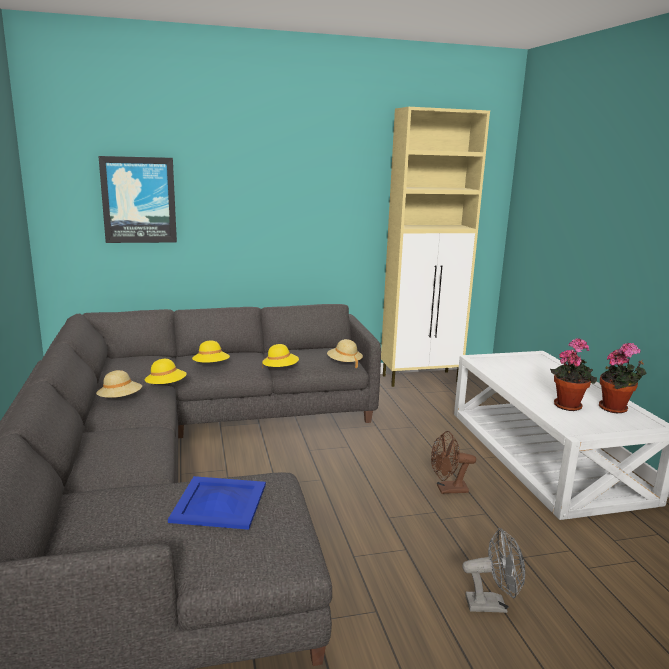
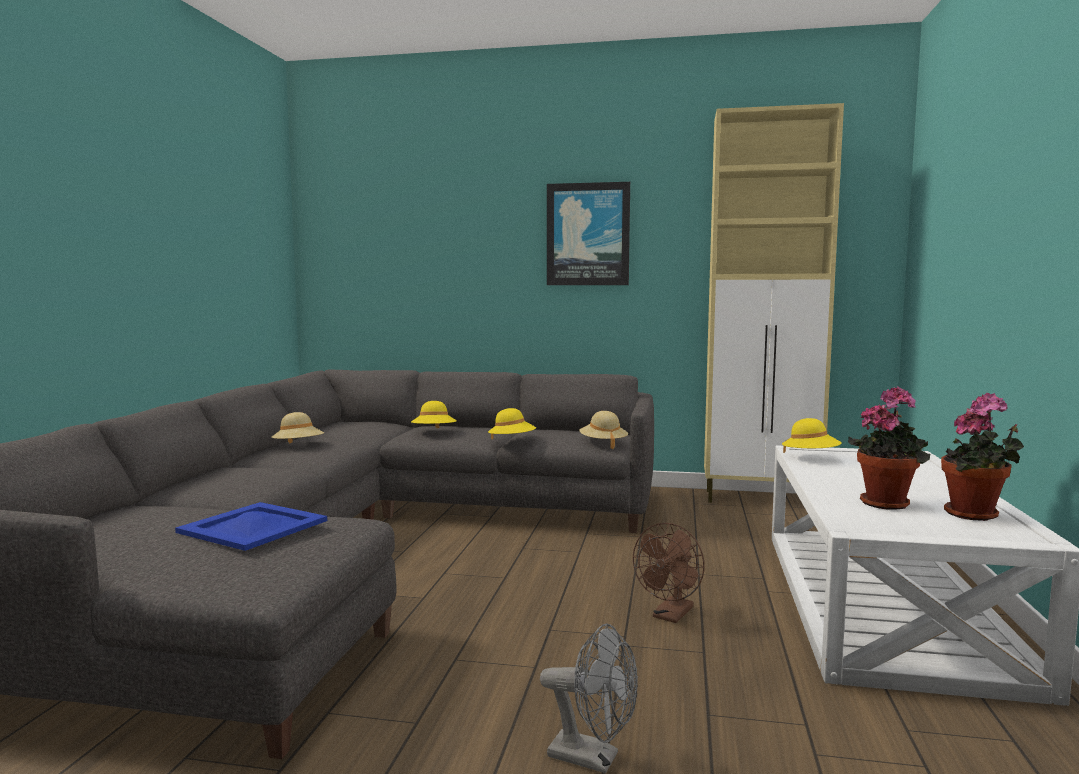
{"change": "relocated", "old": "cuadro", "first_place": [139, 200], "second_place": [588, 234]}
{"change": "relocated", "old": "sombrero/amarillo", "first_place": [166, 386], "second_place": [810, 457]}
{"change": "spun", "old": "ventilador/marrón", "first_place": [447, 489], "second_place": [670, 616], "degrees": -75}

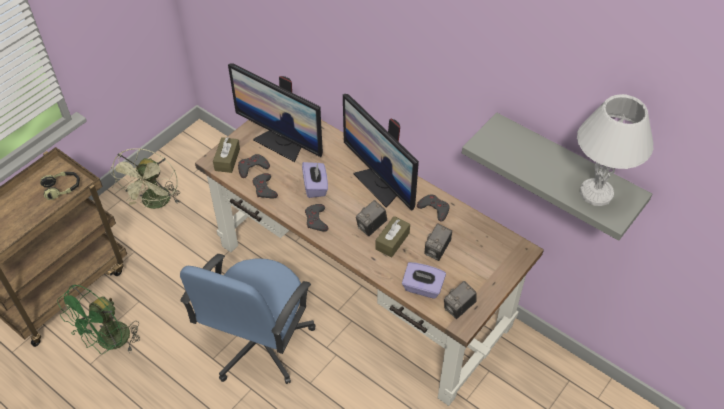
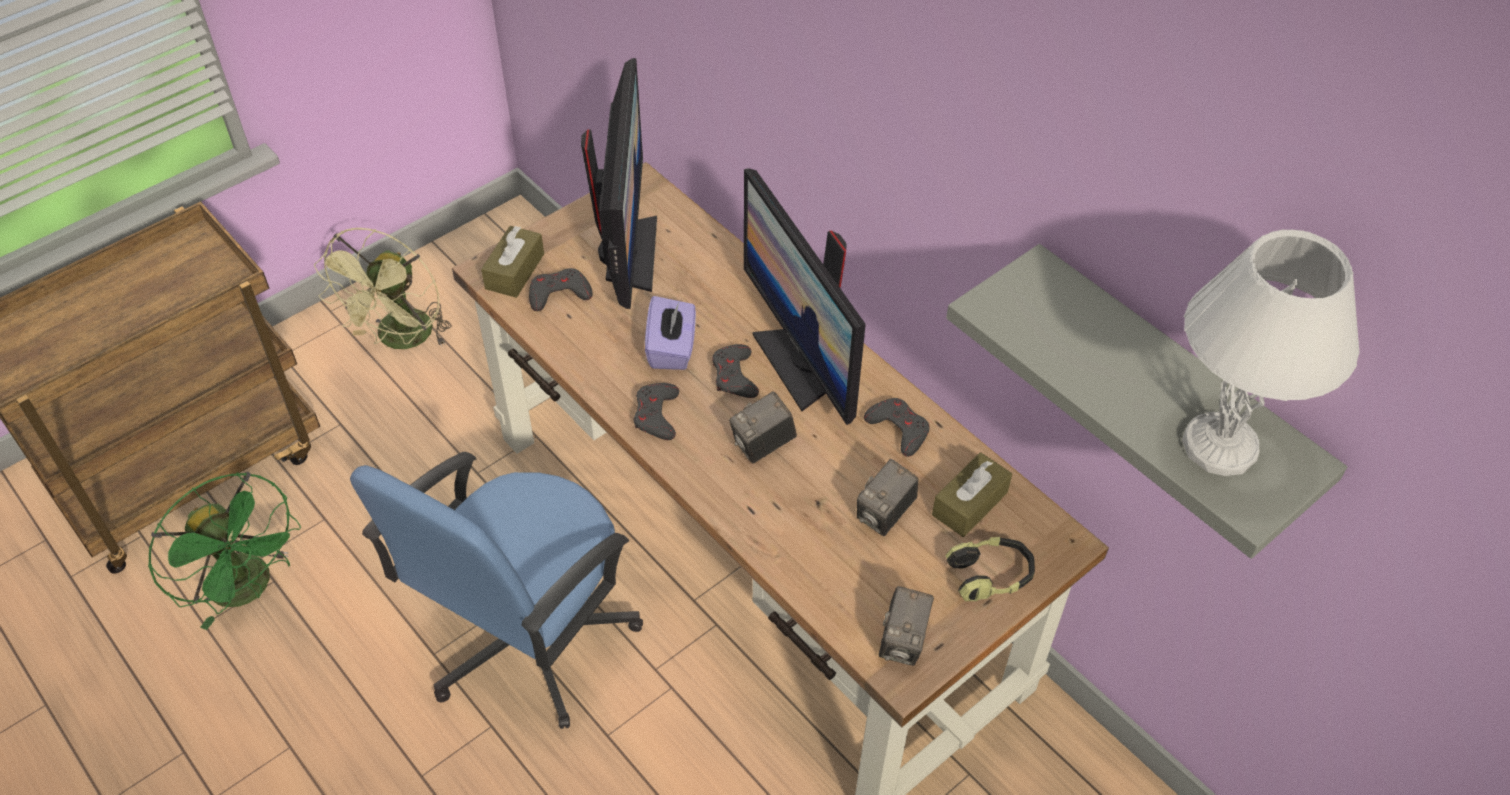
{"change": "missing", "old": "caja de pañuelos/morado", "first_place": [422, 288]}
{"change": "relocated", "old": "auriculares", "first_place": [62, 188], "second_place": [990, 576]}
{"change": "relocated", "old": "mando de consola/gris", "first_place": [264, 189], "second_place": [734, 376]}
{"change": "relocated", "old": "caja de pañuelos/marrón", "first_place": [392, 241], "second_place": [969, 503]}
{"change": "spun", "old": "ventilador/verde", "first_place": [109, 342], "second_place": [249, 589], "degrees": -90}
{"change": "spun", "old": "monitor", "first_place": [281, 143], "second_place": [627, 254], "degrees": -135}
{"change": "spun", "old": "cámara", "first_place": [459, 308], "second_place": [903, 642], "degrees": -45}

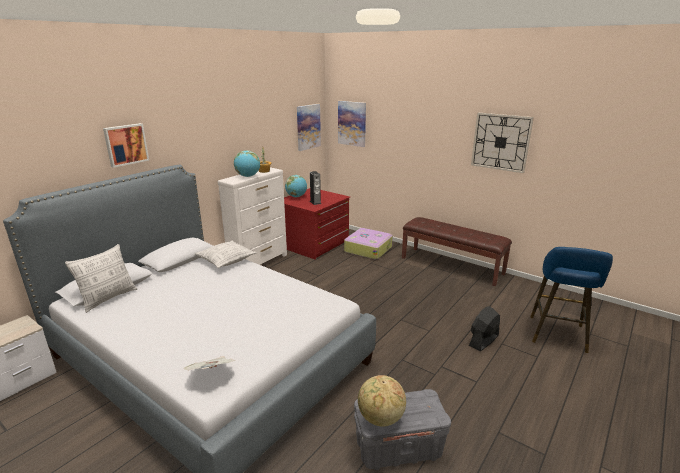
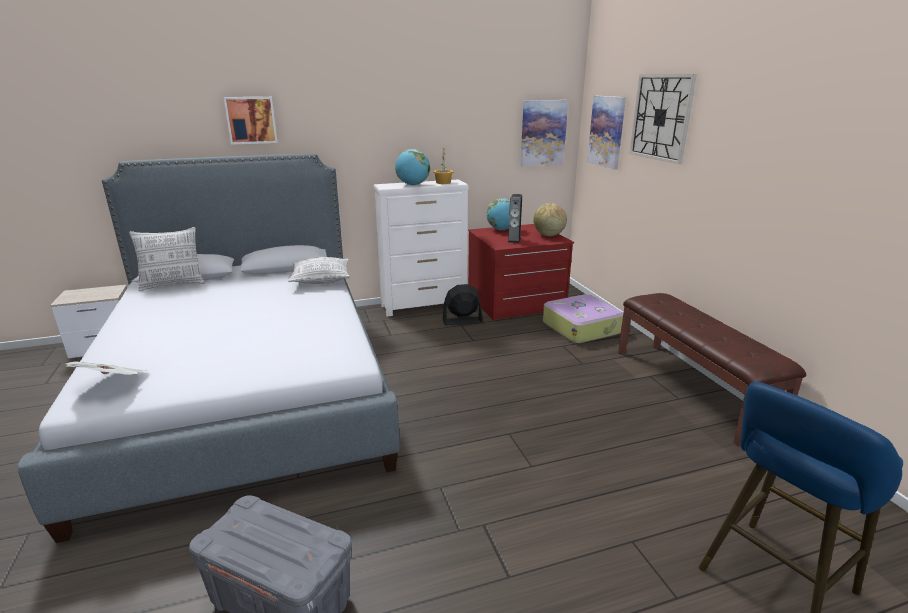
{"change": "relocated", "old": "globo terráqueo", "first_place": [380, 418], "second_place": [548, 235]}
{"change": "relocated", "old": "ventilador/negro", "first_place": [483, 341], "second_place": [462, 321]}
{"change": "relocated", "old": "reloj de pared", "first_place": [500, 142], "second_place": [661, 117]}

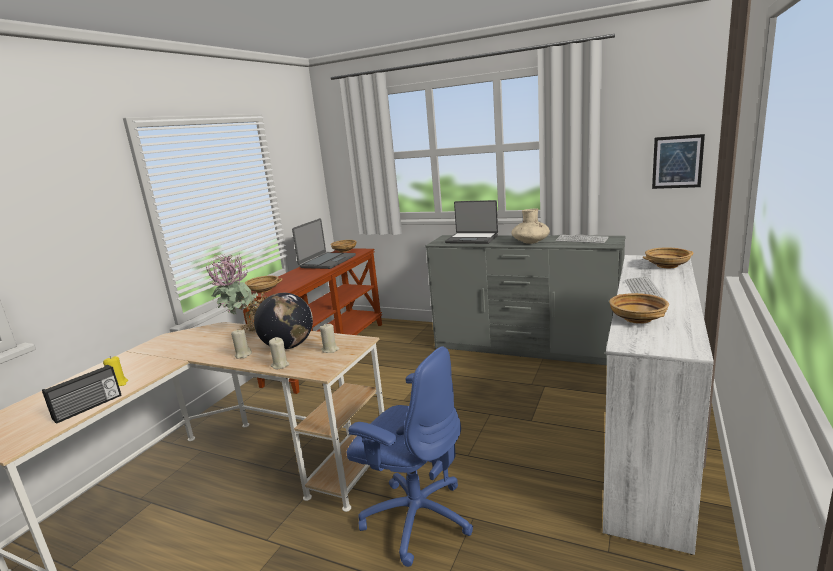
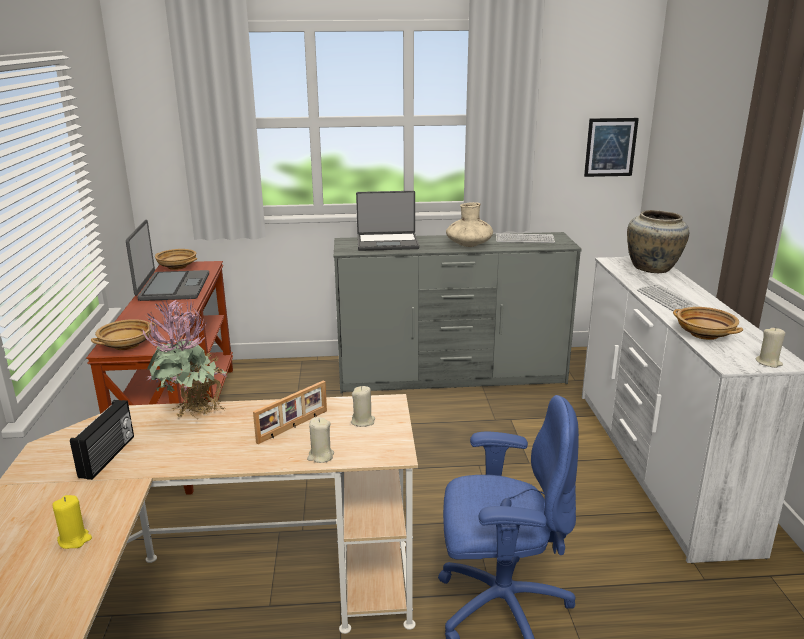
{"change": "relocated", "old": "radio", "first_place": [88, 407], "second_place": [108, 456]}
{"change": "relocated", "old": "vela/beis", "first_place": [243, 355], "second_place": [768, 362]}
{"change": "exchanged", "old": "globo terráqueo", "new": "portarretratos", "first_place": [288, 346], "second_place": [293, 427]}
{"change": "exchanged", "old": "cuenco/beis", "new": "florero/beis", "first_place": [667, 265], "second_place": [652, 269]}

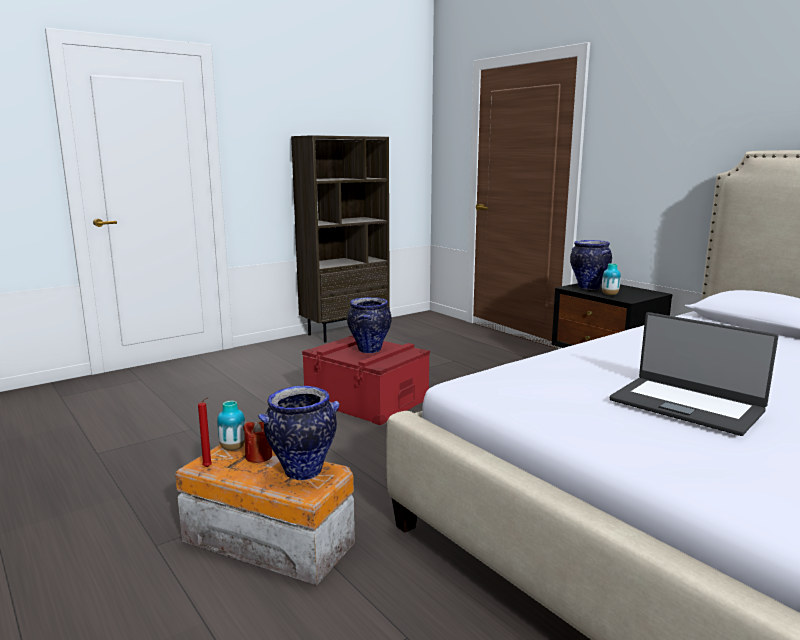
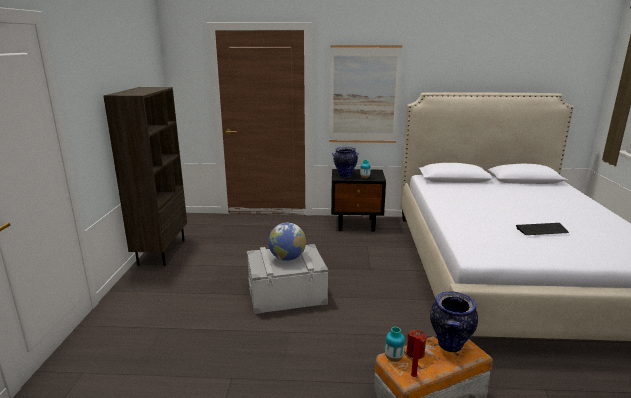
{"change": "appeared", "new": "cuadro", "second_place": [364, 95]}
{"change": "exchanged", "old": "florero", "new": "globo terráqueo", "first_place": [369, 350], "second_place": [287, 258]}
{"change": "exchanged", "old": "portátil", "new": "teclado", "first_place": [686, 405], "second_place": [541, 230]}
{"change": "colour", "old": "caja de almacenaje/rojo", "new": "caja de almacenaje/gris", "first_place": [367, 400], "second_place": [286, 293]}

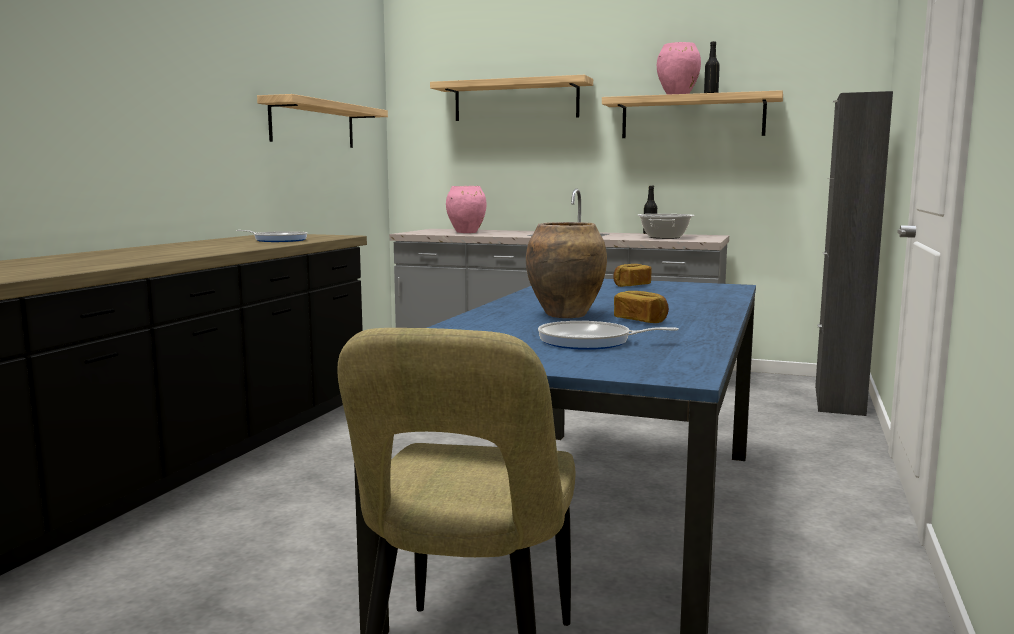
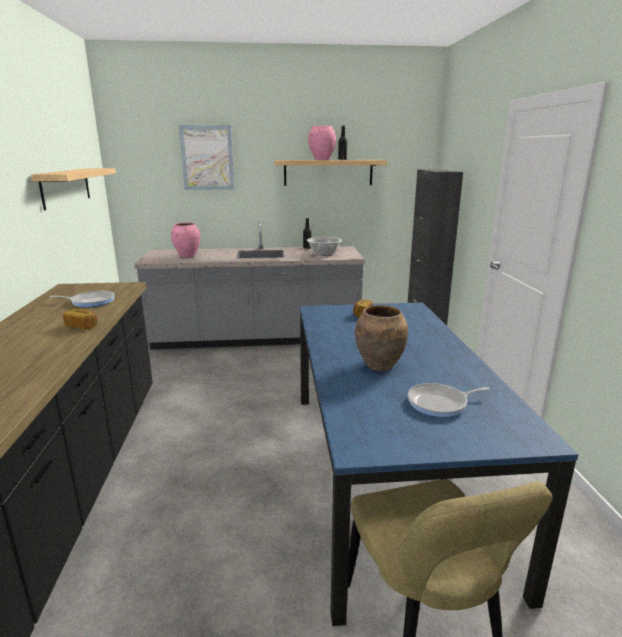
{"change": "relocated", "old": "pan", "first_place": [641, 320], "second_place": [82, 326]}
{"change": "exchanged", "old": "estante", "new": "cuadro", "first_place": [516, 100], "second_place": [207, 158]}

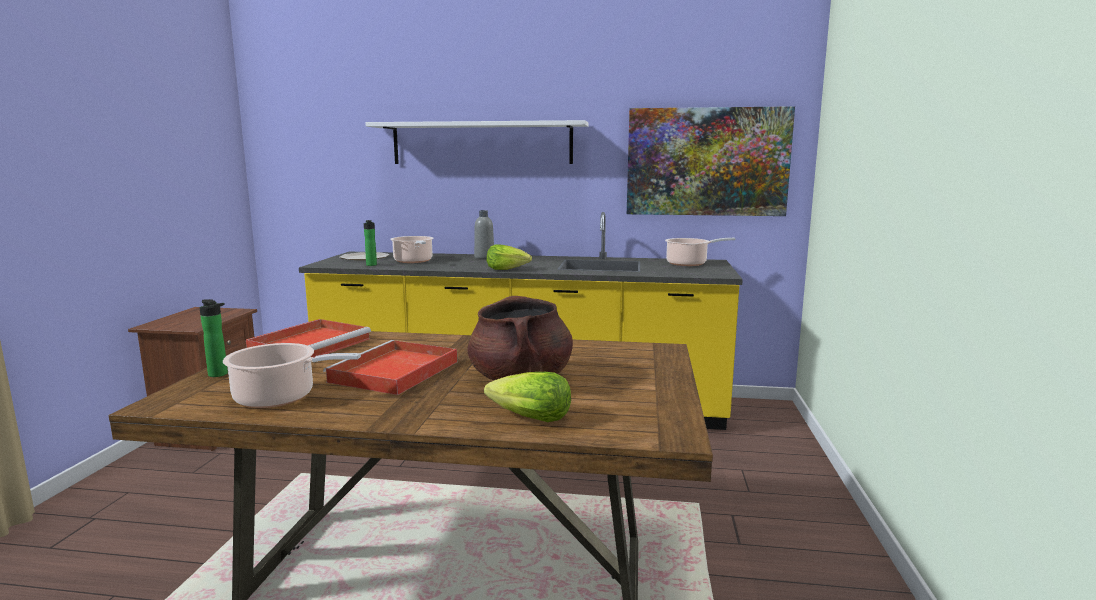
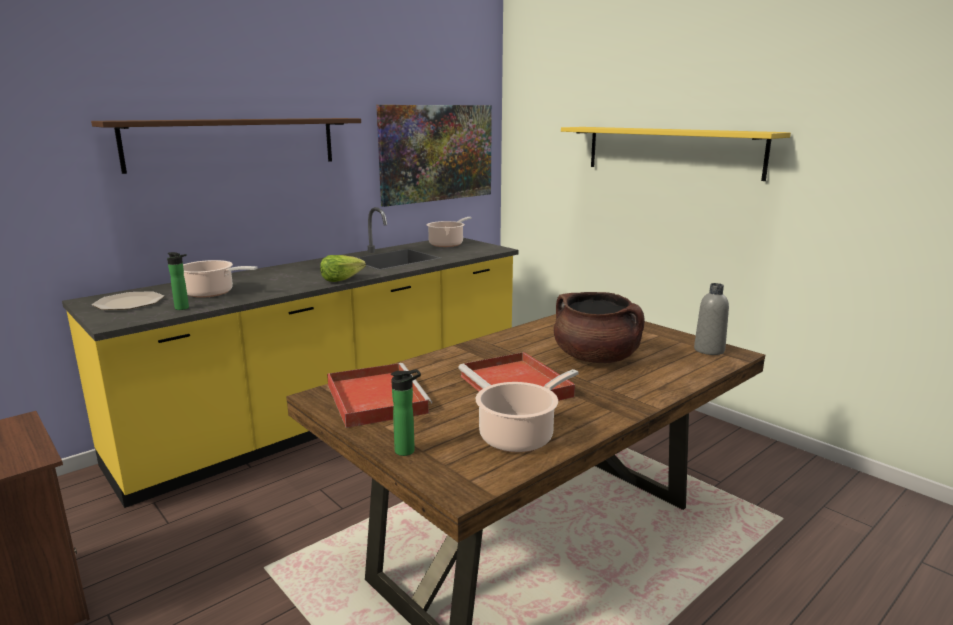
{"change": "missing", "old": "lechuga", "first_place": [530, 418]}
{"change": "appeared", "new": "estante/amarillo", "second_place": [671, 151]}
{"change": "relocated", "old": "botella/gris", "first_place": [484, 257], "second_place": [709, 350]}
{"change": "colour", "old": "estante/blanco", "new": "estante/marrón", "first_place": [481, 143], "second_place": [234, 143]}

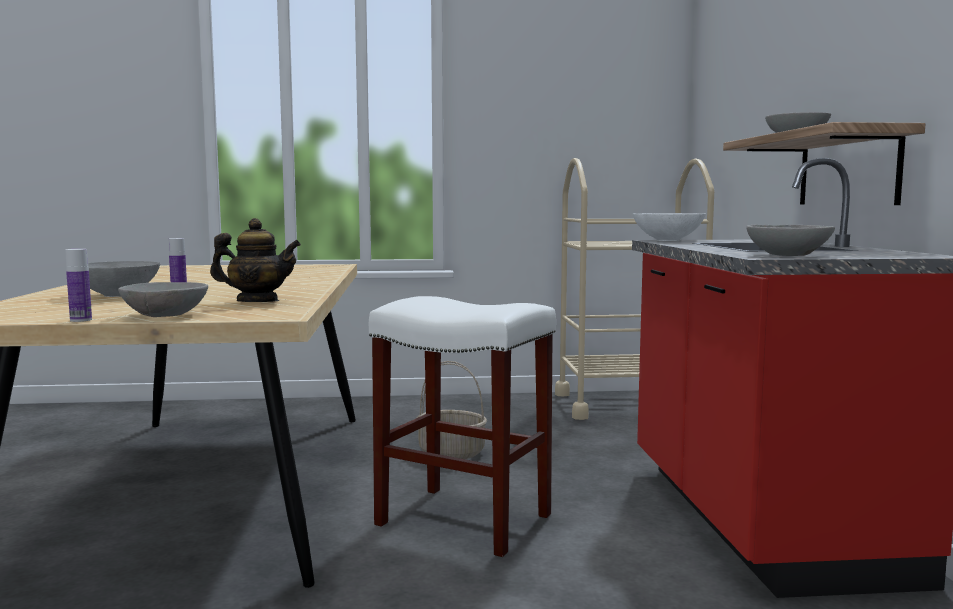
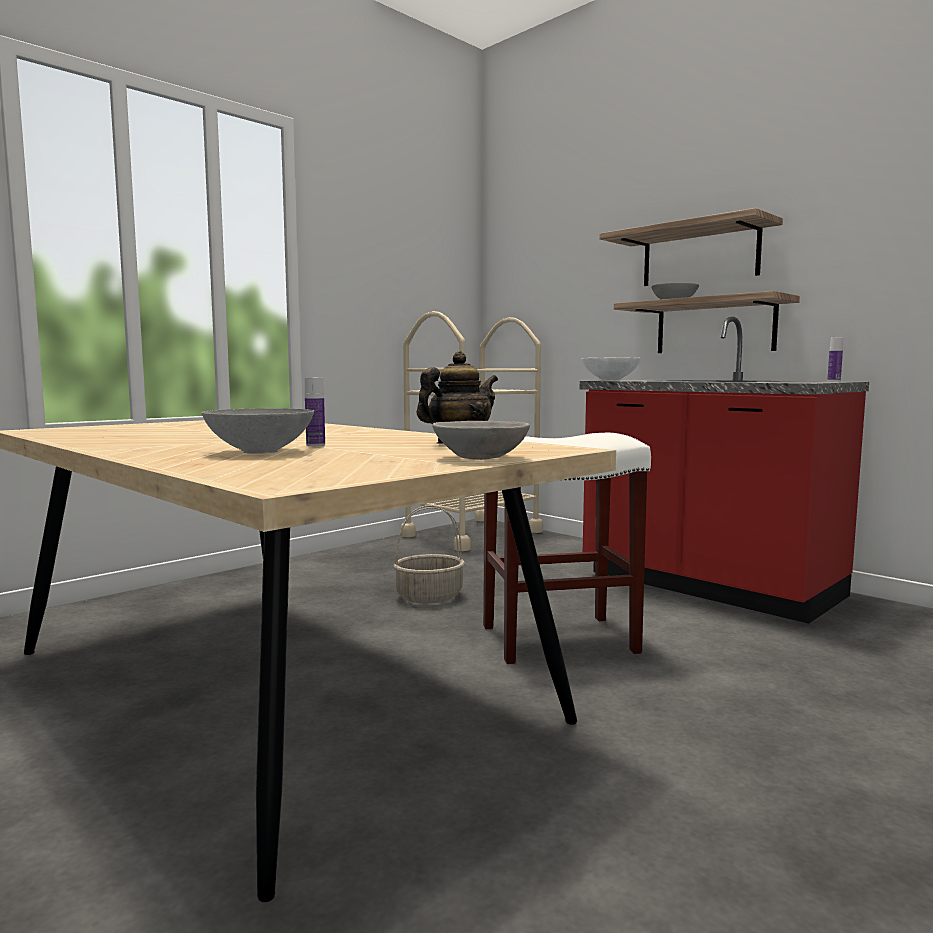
{"change": "missing", "old": "cuenco/gris", "first_place": [788, 255]}
{"change": "appeared", "new": "estante", "second_place": [699, 255]}
{"change": "relocated", "old": "botella", "first_place": [81, 320], "second_place": [834, 381]}

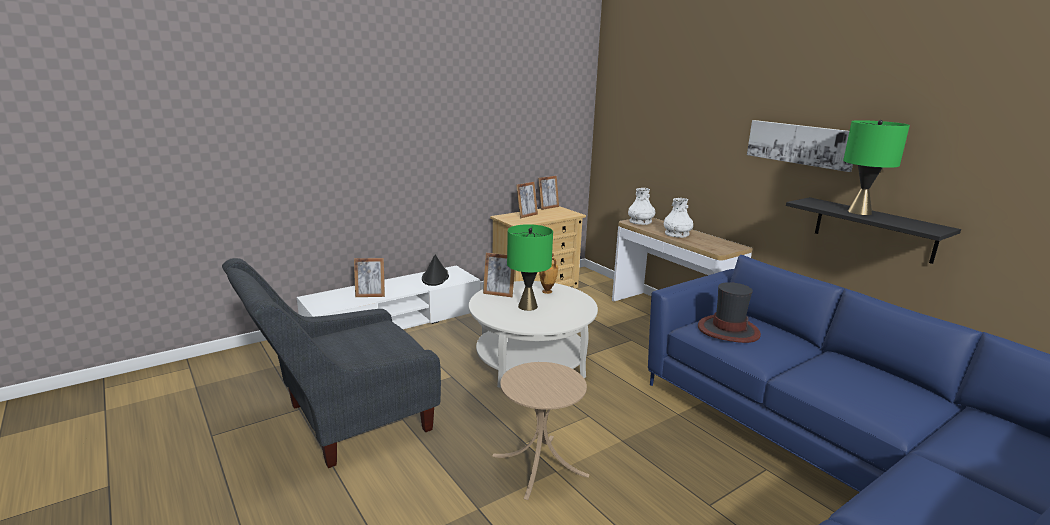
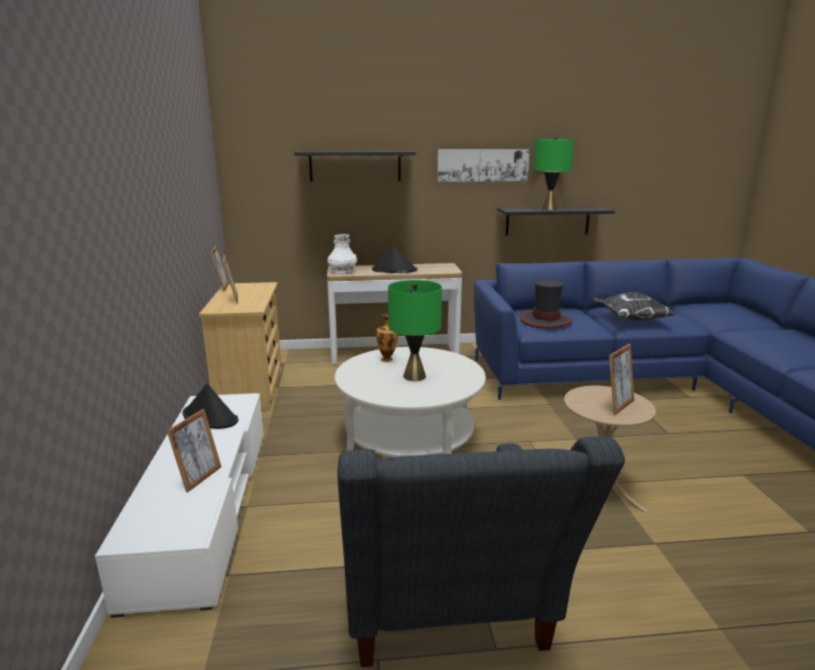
{"change": "appeared", "new": "estante/negro", "second_place": [355, 166]}
{"change": "appeared", "new": "cojín", "second_place": [630, 319]}
{"change": "relocated", "old": "portarretratos", "first_place": [498, 294], "second_place": [618, 405]}
{"change": "exchanged", "old": "florero/blanco", "new": "sombrero/negro", "first_place": [677, 234], "second_place": [394, 270]}

